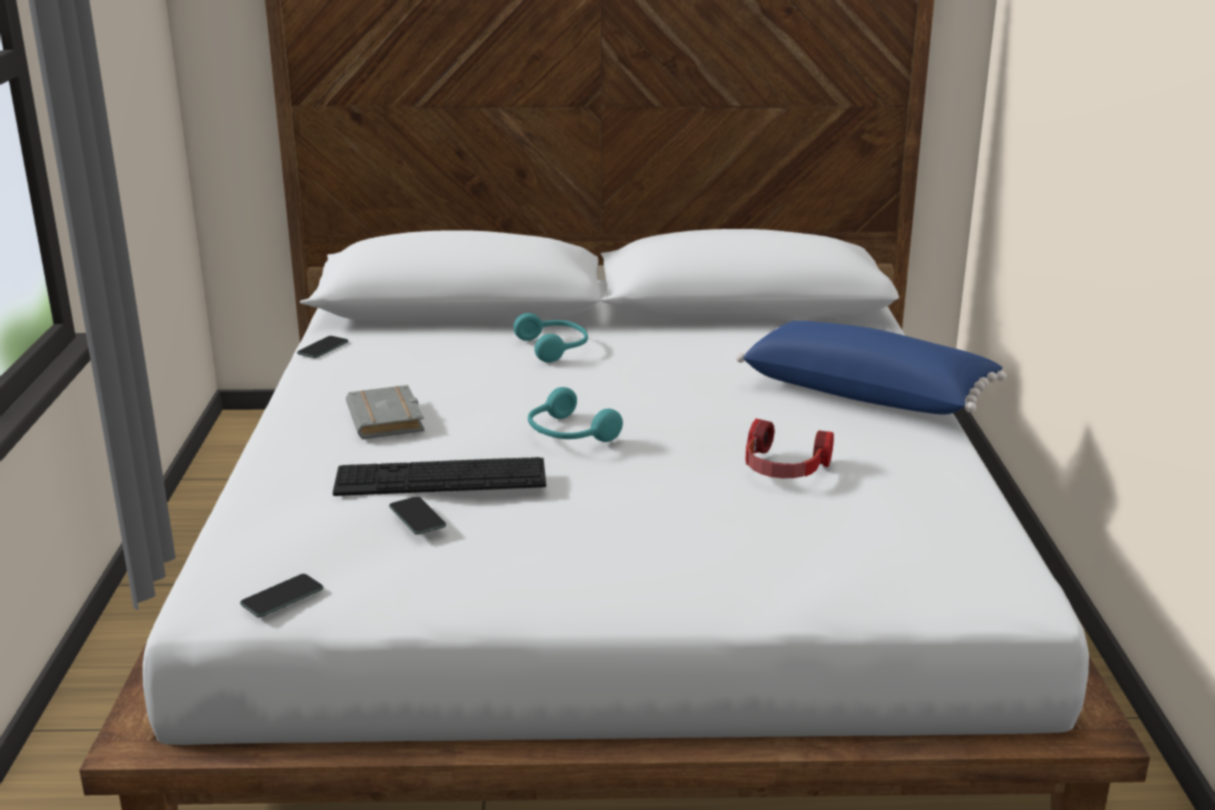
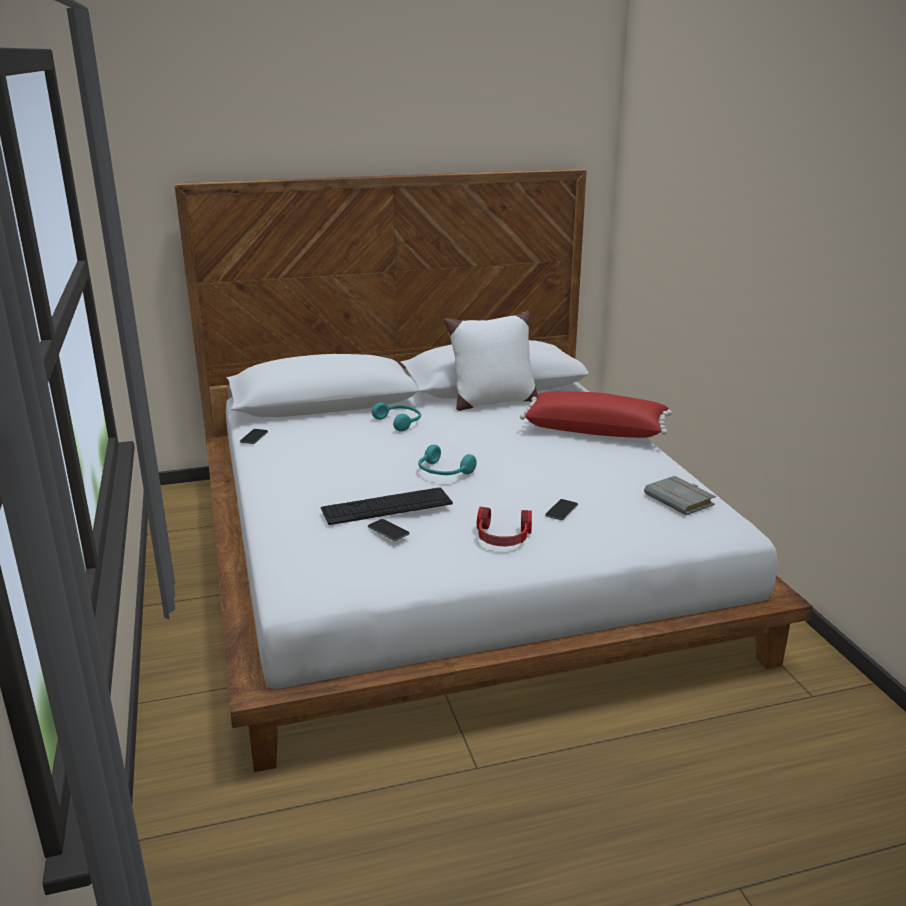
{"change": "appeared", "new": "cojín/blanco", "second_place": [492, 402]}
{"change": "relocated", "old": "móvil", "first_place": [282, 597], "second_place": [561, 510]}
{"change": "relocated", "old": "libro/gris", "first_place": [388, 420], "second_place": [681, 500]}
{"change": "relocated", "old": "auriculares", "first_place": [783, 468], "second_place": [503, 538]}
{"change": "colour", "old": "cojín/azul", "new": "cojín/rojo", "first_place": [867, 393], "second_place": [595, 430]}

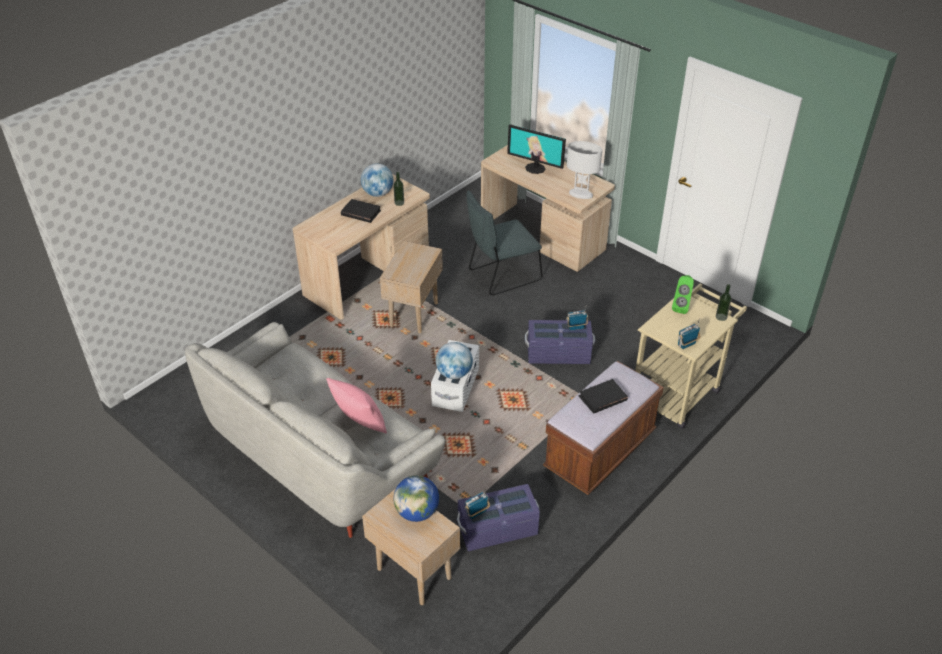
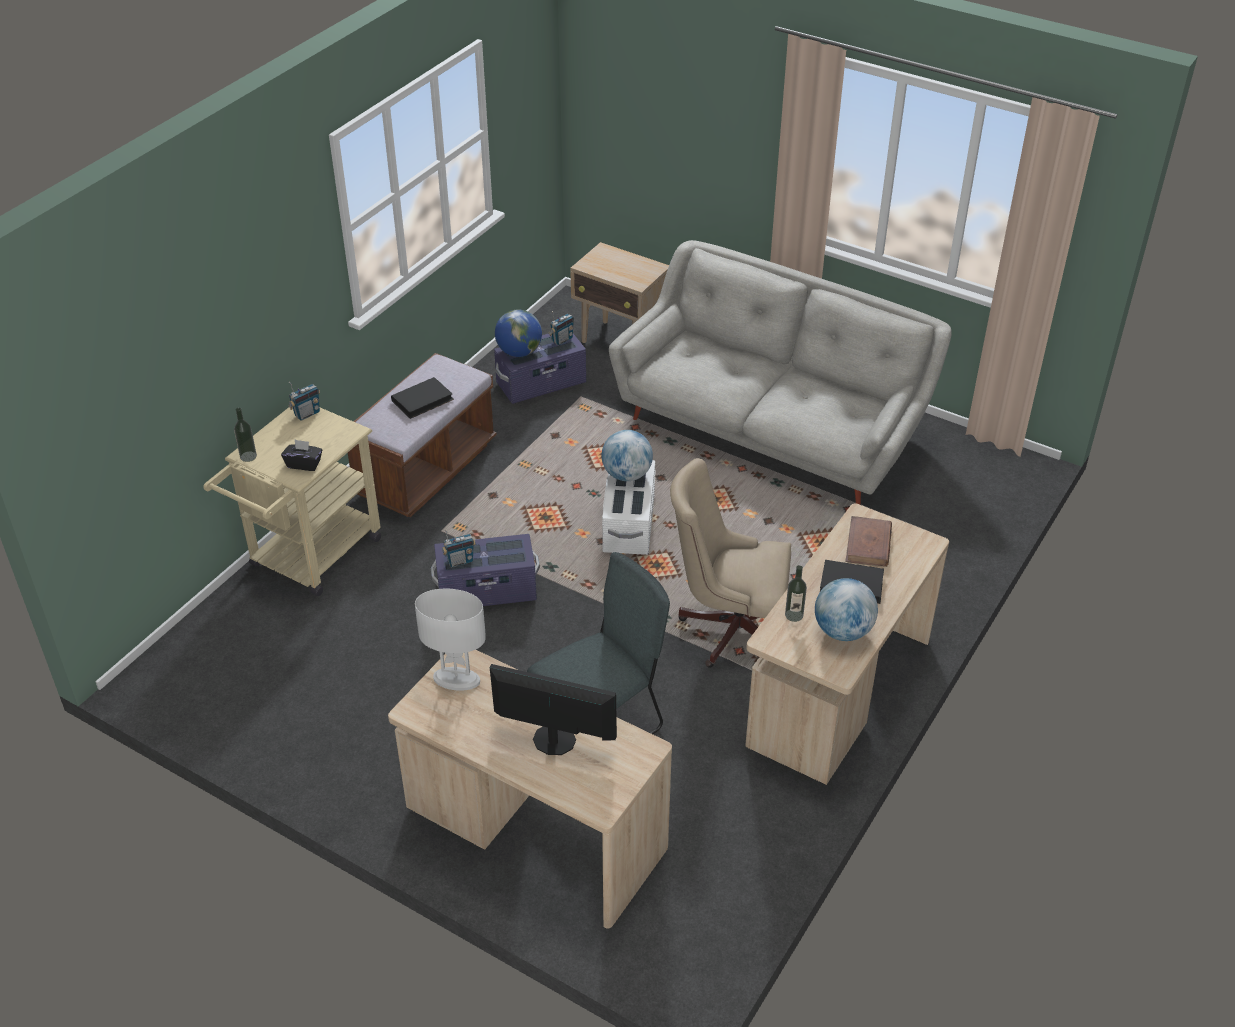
{"change": "missing", "old": "cojín/rosa", "first_place": [359, 425]}
{"change": "appeared", "new": "libro/marrón", "second_place": [868, 545]}
{"change": "relocated", "old": "globo terráqueo", "first_place": [417, 512], "second_place": [519, 352]}
{"change": "exchanged", "old": "mesa auxiliar/beis", "new": "silla de oficina/beis", "first_place": [413, 315], "second_place": [729, 628]}
{"change": "exchanged", "old": "altavoz/verde", "new": "caja de pañuelos/negro", "first_place": [681, 307], "second_place": [304, 464]}

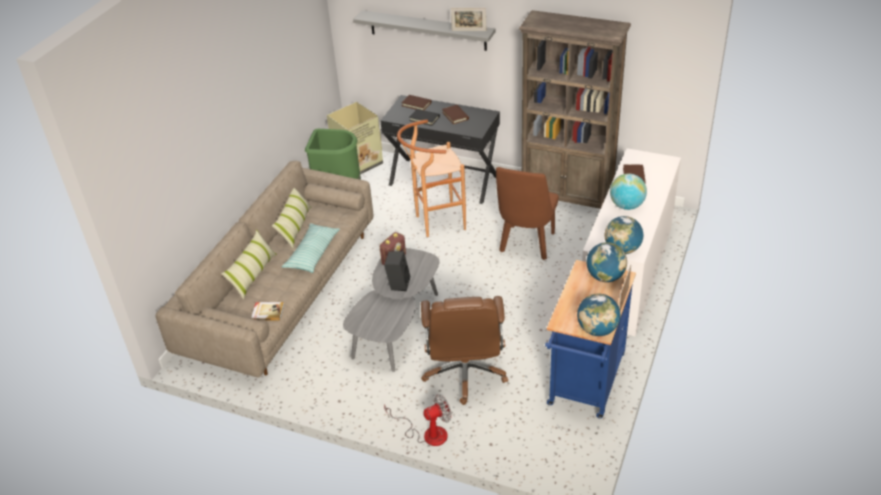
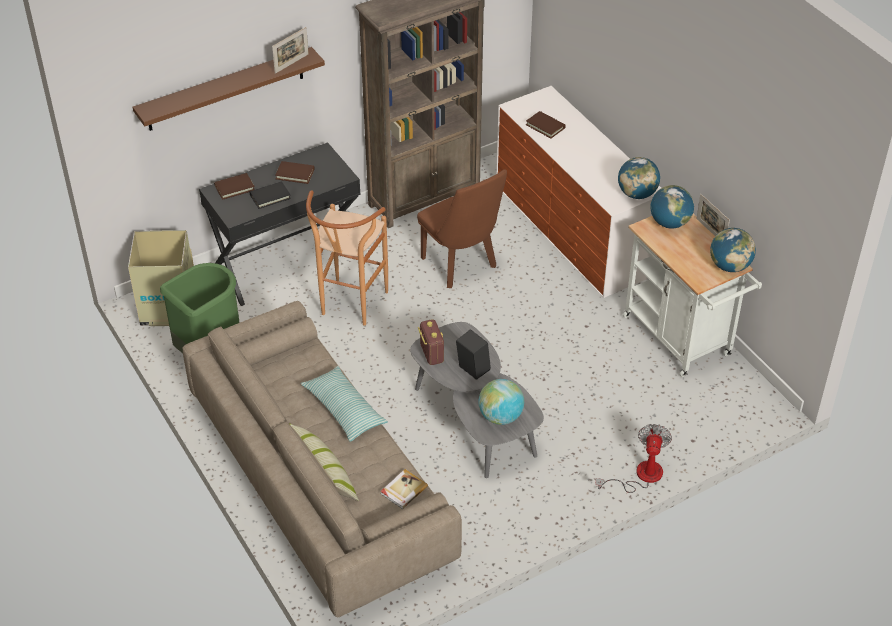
{"change": "missing", "old": "cojín", "first_place": [295, 227]}
{"change": "missing", "old": "silla de oficina/marrón", "first_place": [465, 373]}
{"change": "relocated", "old": "globo terráqueo", "first_place": [627, 206], "second_place": [500, 416]}
{"change": "colour", "old": "estante/gris", "new": "estante/marrón", "first_place": [427, 30], "second_place": [225, 89]}
{"change": "colour", "old": "carrito/azul", "new": "carrito/blanco", "first_place": [585, 384], "second_place": [681, 340]}

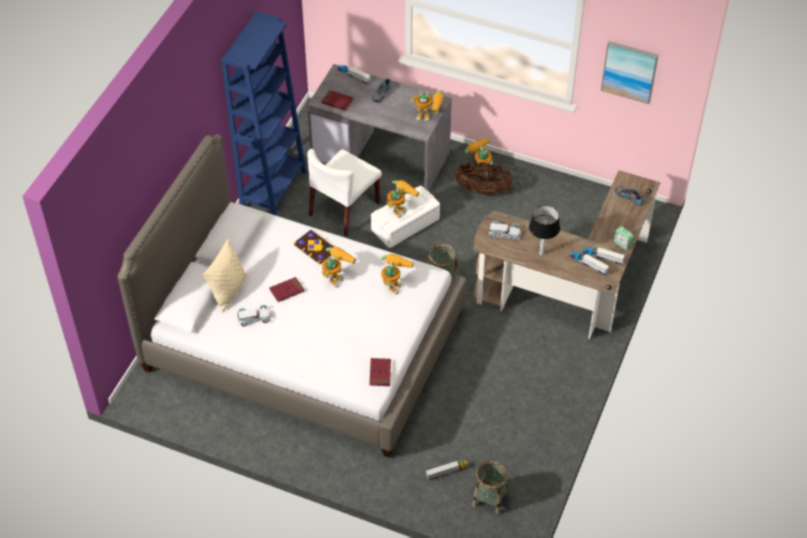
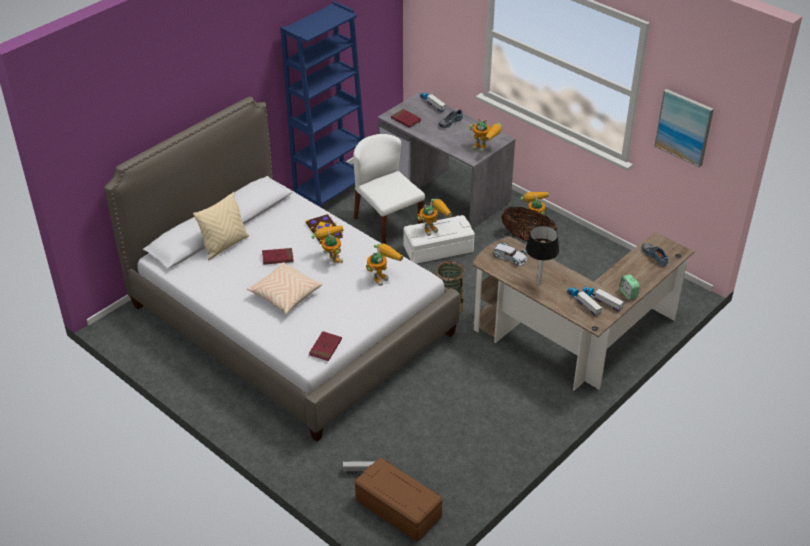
{"change": "missing", "old": "coche de juguete/blanco", "first_place": [254, 318]}
{"change": "appeared", "new": "cojín/beis", "second_place": [285, 295]}
{"change": "exchanged", "old": "cesta", "new": "caja de almacenaje/marrón", "first_place": [489, 499], "second_place": [397, 509]}
{"change": "spun", "old": "silla/blanco", "first_place": [344, 209], "second_place": [387, 224], "degrees": 90}
{"change": "spun", "old": "robot de juguete", "first_place": [336, 276], "second_place": [330, 257], "degrees": -75}

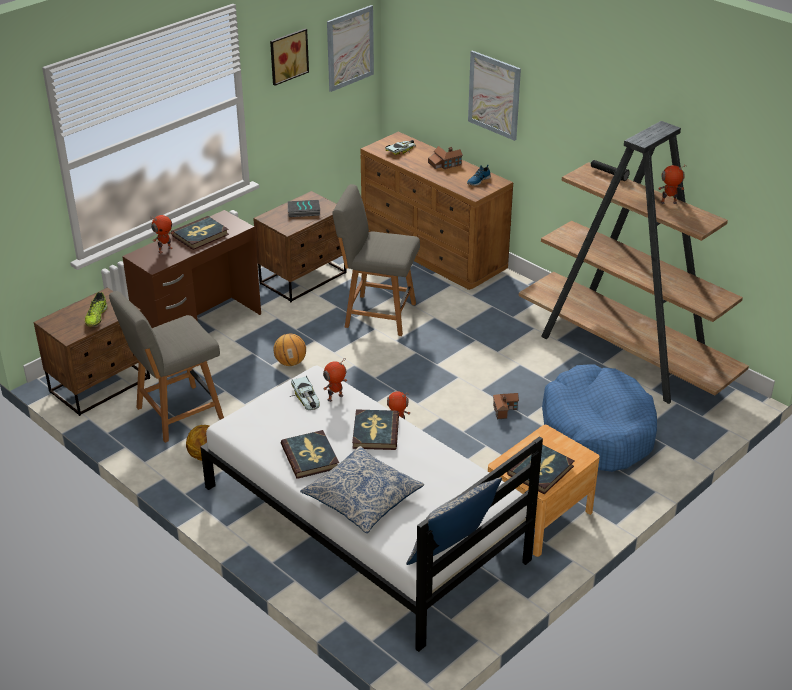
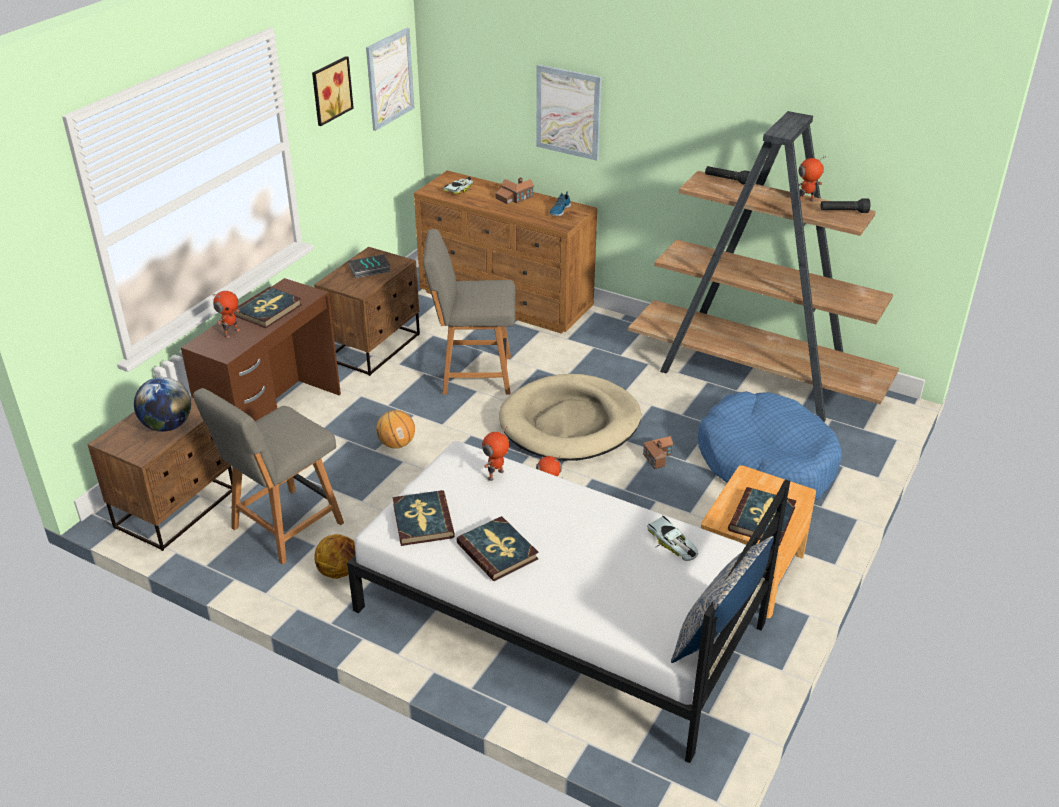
{"change": "missing", "old": "cojín", "first_place": [363, 498]}
{"change": "appeared", "new": "cama para perro/beis", "second_place": [570, 423]}
{"change": "appeared", "new": "linterna/negro", "second_place": [843, 212]}
{"change": "relocated", "old": "coche de juguete", "first_place": [305, 397], "second_place": [672, 543]}
{"change": "relocated", "old": "libro", "first_place": [375, 432], "second_place": [422, 520]}
{"change": "exchanged", "old": "zapato", "new": "globo terráqueo", "first_place": [96, 317], "second_place": [167, 426]}

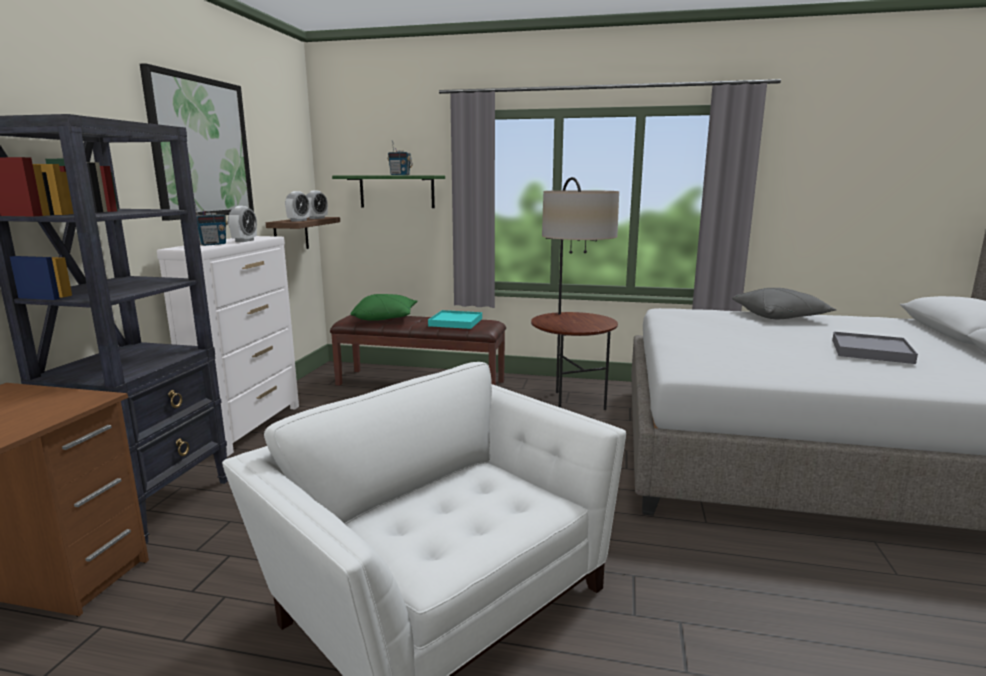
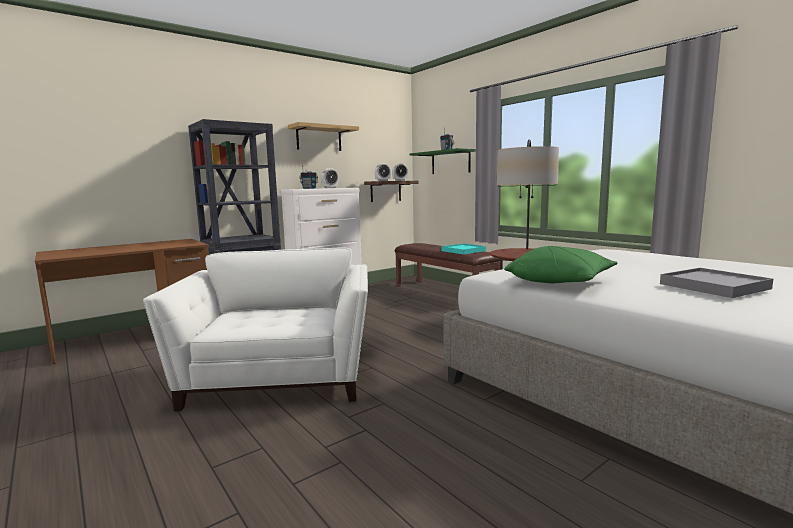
{"change": "missing", "old": "cojín/gris", "first_place": [780, 316]}
{"change": "relocated", "old": "cojín/verde", "first_place": [385, 318], "second_place": [560, 282]}
{"change": "exchanged", "old": "cuadro", "new": "estante", "first_place": [201, 148], "second_place": [319, 138]}

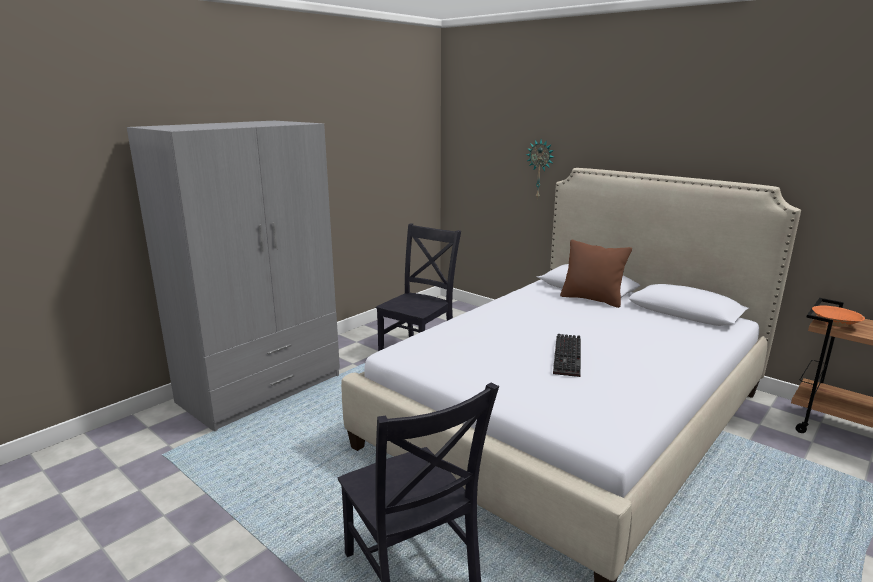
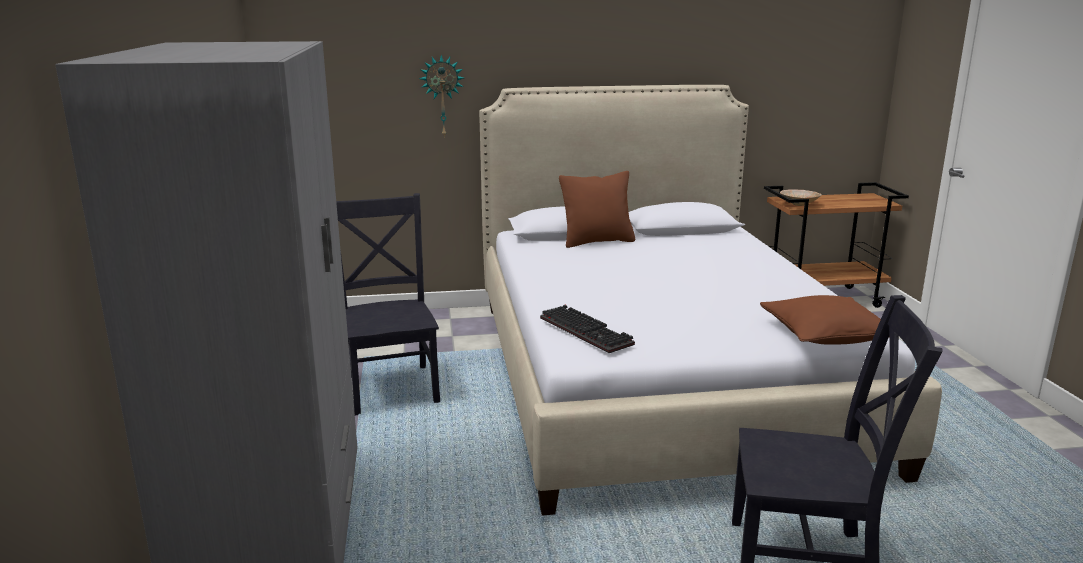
{"change": "appeared", "new": "cojín/marrón", "second_place": [825, 335]}
{"change": "relocated", "old": "teclado", "first_place": [569, 357], "second_place": [588, 331]}
{"change": "colour", "old": "cuenco/naranja", "new": "cuenco/beis", "first_place": [835, 324], "second_place": [799, 204]}

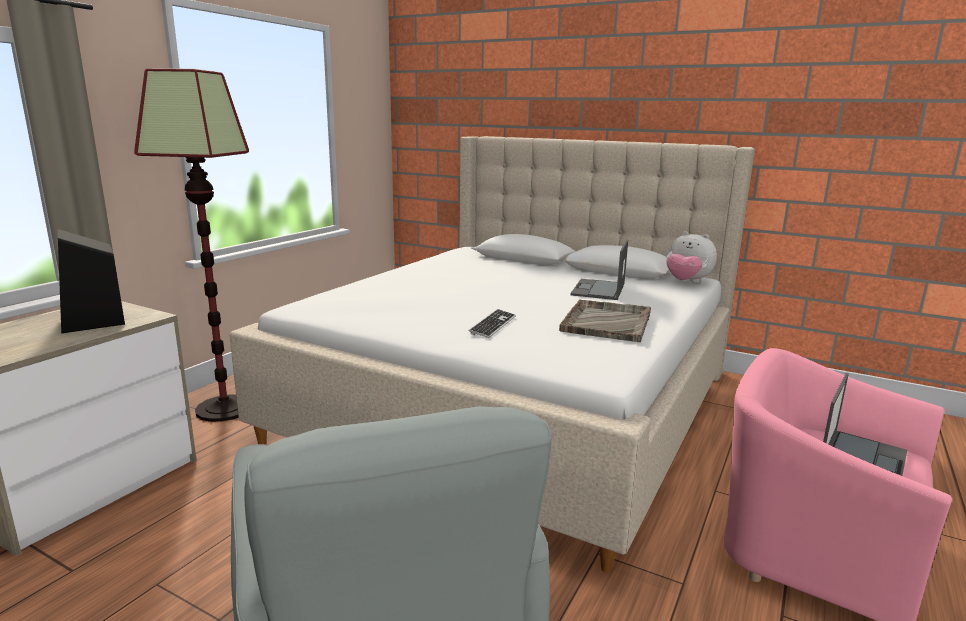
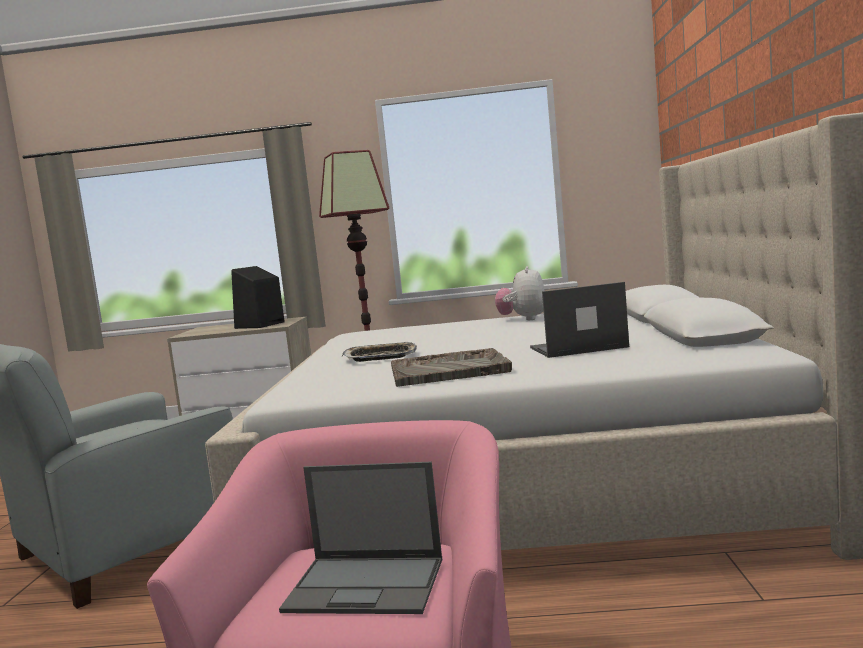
{"change": "relocated", "old": "peluche", "first_place": [687, 282], "second_place": [523, 319]}
{"change": "exchanged", "old": "teclado", "new": "bandeja", "first_place": [493, 325], "second_place": [380, 357]}

